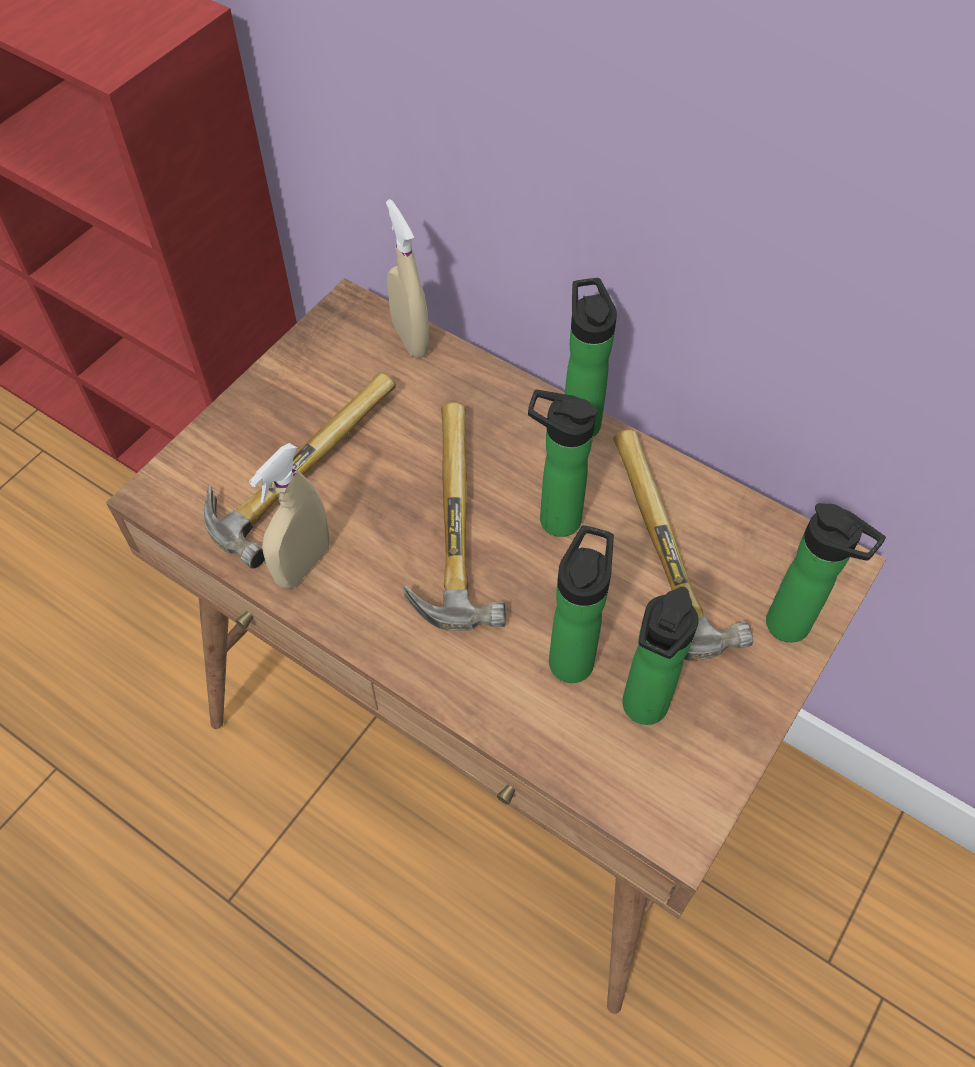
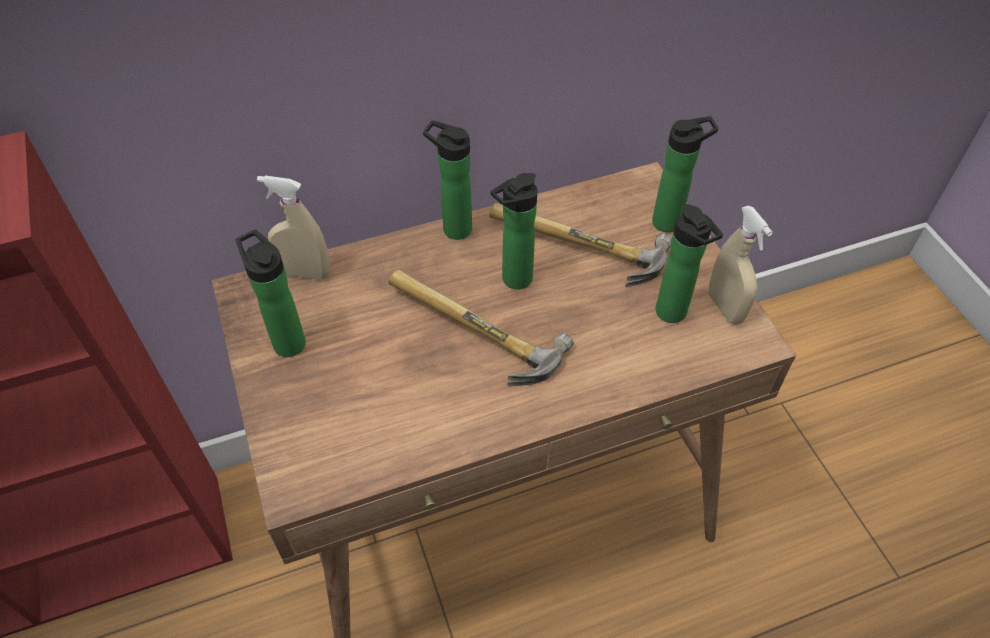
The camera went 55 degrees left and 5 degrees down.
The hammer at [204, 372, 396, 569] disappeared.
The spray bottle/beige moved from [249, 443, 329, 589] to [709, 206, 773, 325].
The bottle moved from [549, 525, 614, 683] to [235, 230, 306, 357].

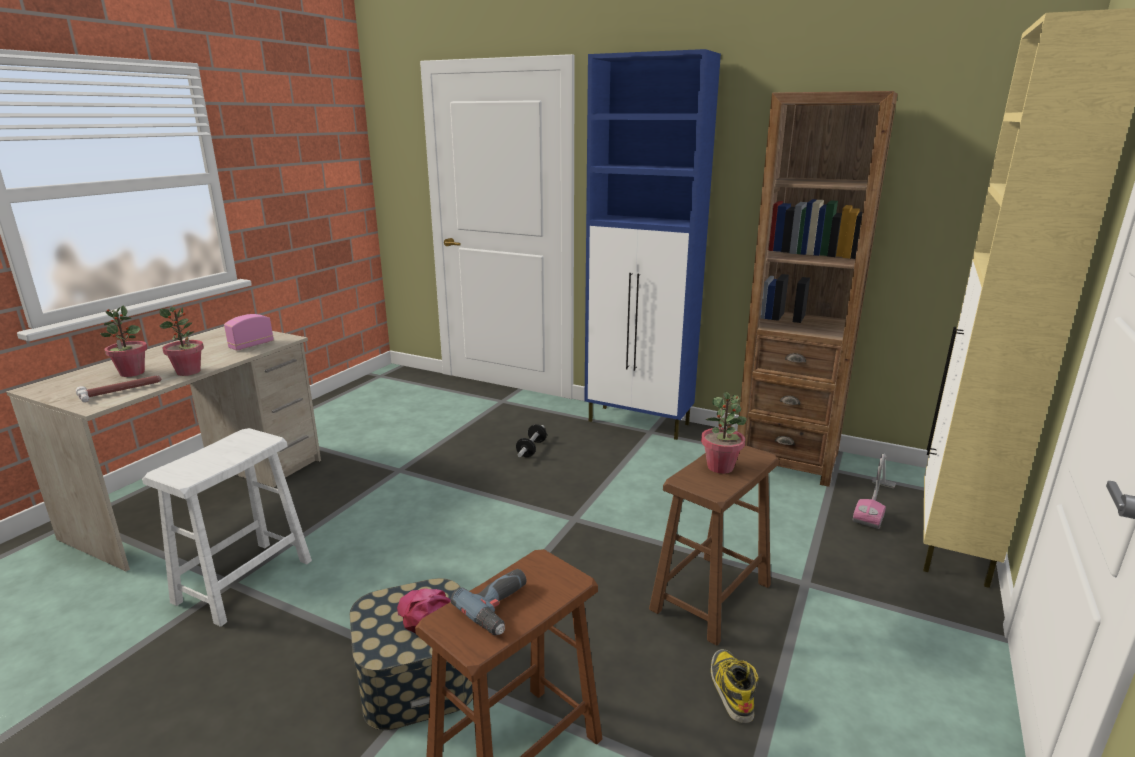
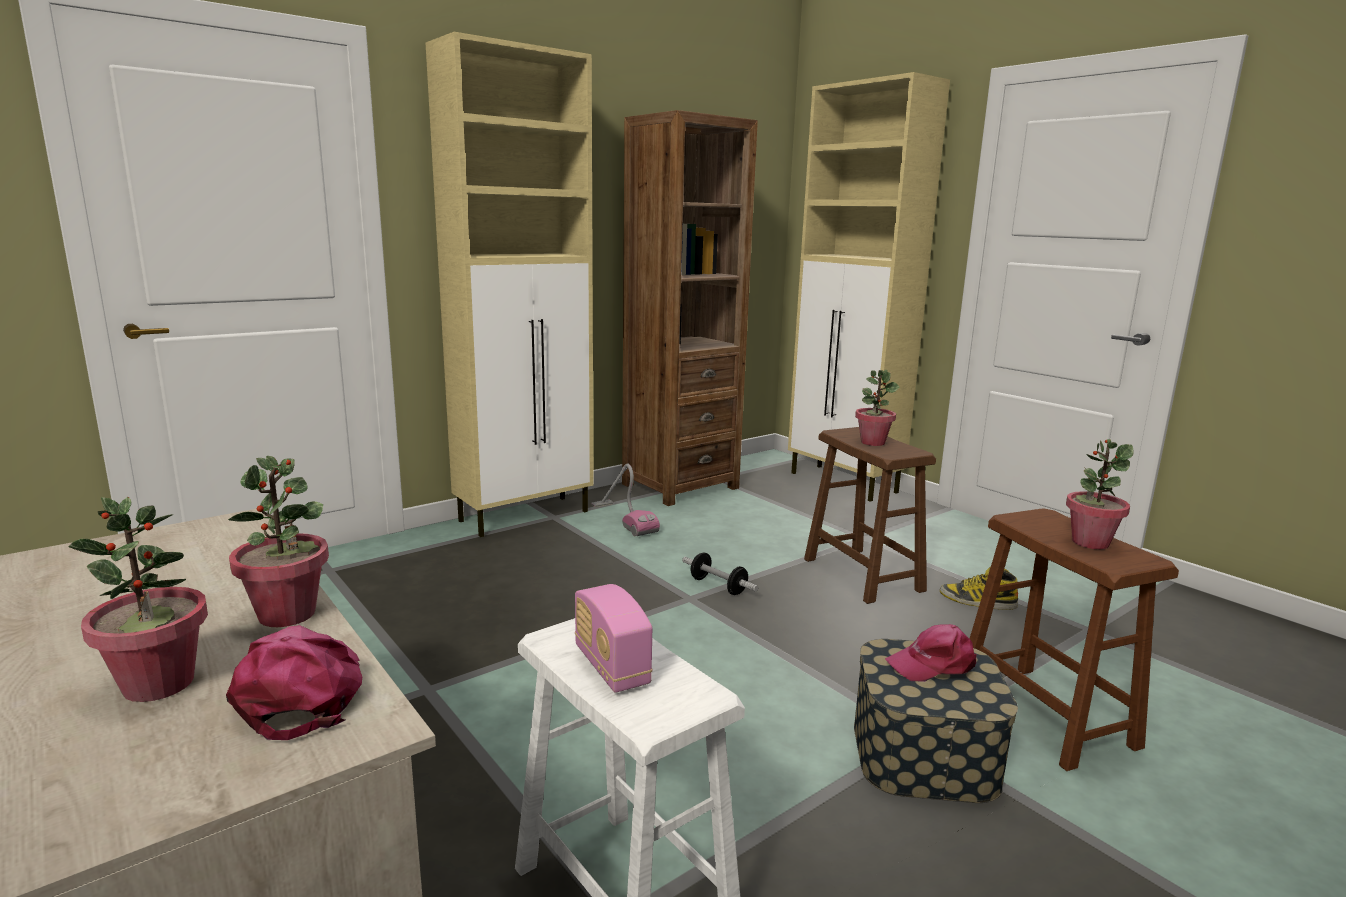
The camera went 65 degrees left and 5 degrees down.
The radio moved from [224, 314, 274, 350] to [575, 584, 652, 693].
The dumbbell moved from [516, 424, 547, 457] to [682, 552, 759, 595].
The vacuum cleaner moved from [853, 453, 896, 529] to [591, 463, 660, 537].
The hammer at [76, 376, 162, 402] was replaced by the cap/pink at [226, 625, 362, 740].
The power drill at [450, 569, 527, 635] was replaced by the potted plant at [1066, 439, 1134, 549].
The cabinet/blue at [584, 49, 721, 440] became the cabinet/beige at [426, 32, 593, 537].

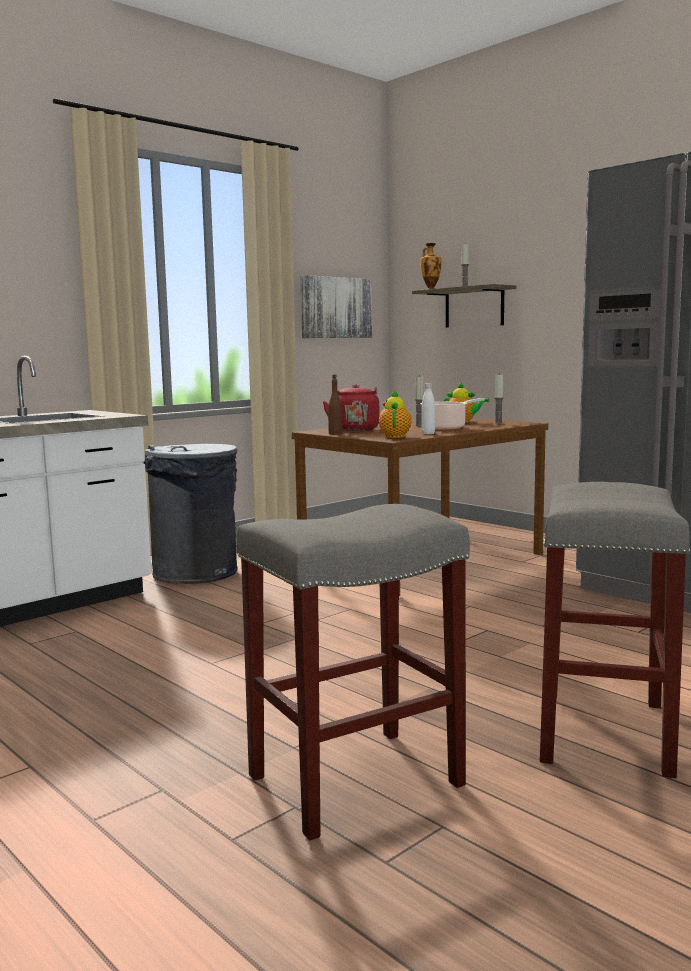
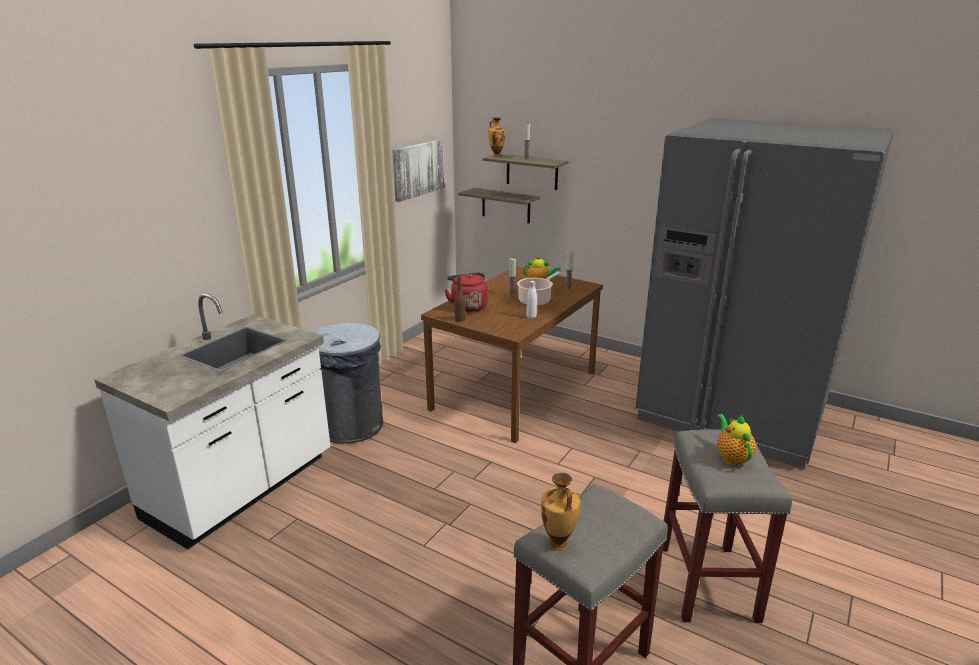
The camera went 15 degrees left and 15 degrees up.
The shelf at [458, 187, 540, 223] appeared.
The vase at [541, 473, 580, 551] appeared.
The teapot moved from [379, 390, 412, 438] to [717, 414, 756, 466].

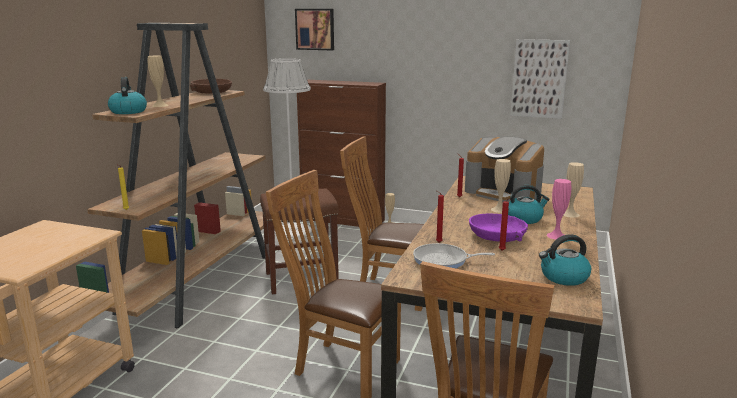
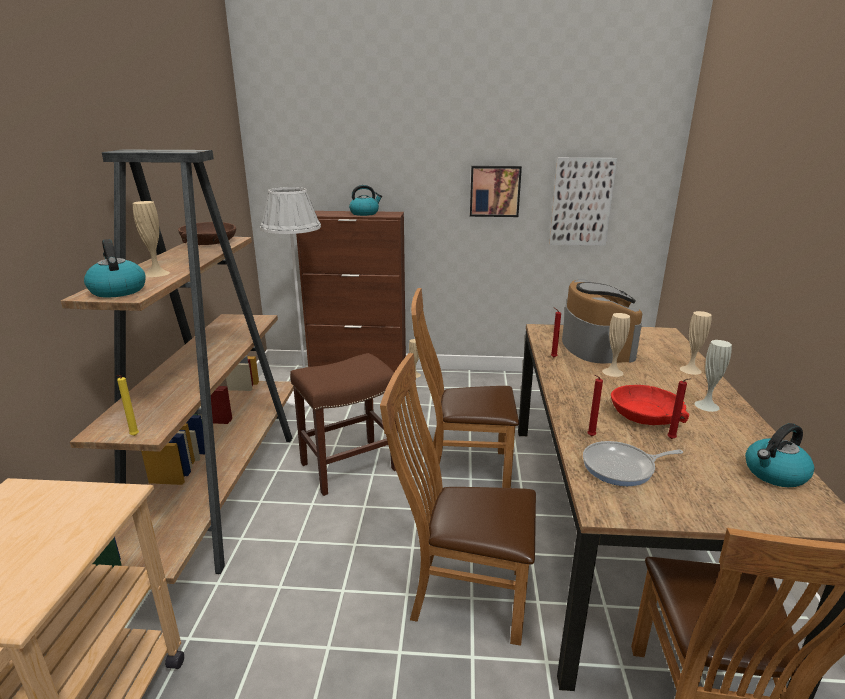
The camera went 15 degrees left and 5 degrees up.
The picture moved from [295, 9, 334, 50] to [470, 166, 522, 217].
The kettle moved from [508, 185, 550, 224] to [349, 185, 382, 216].
The bowl/purple at [469, 213, 528, 242] became the bowl/red at [611, 385, 689, 425].
The vase/pink at [547, 179, 571, 240] became the vase/white at [694, 340, 732, 412].
The coffee machine at [465, 136, 544, 202] turned 120 degrees counterclockwise.

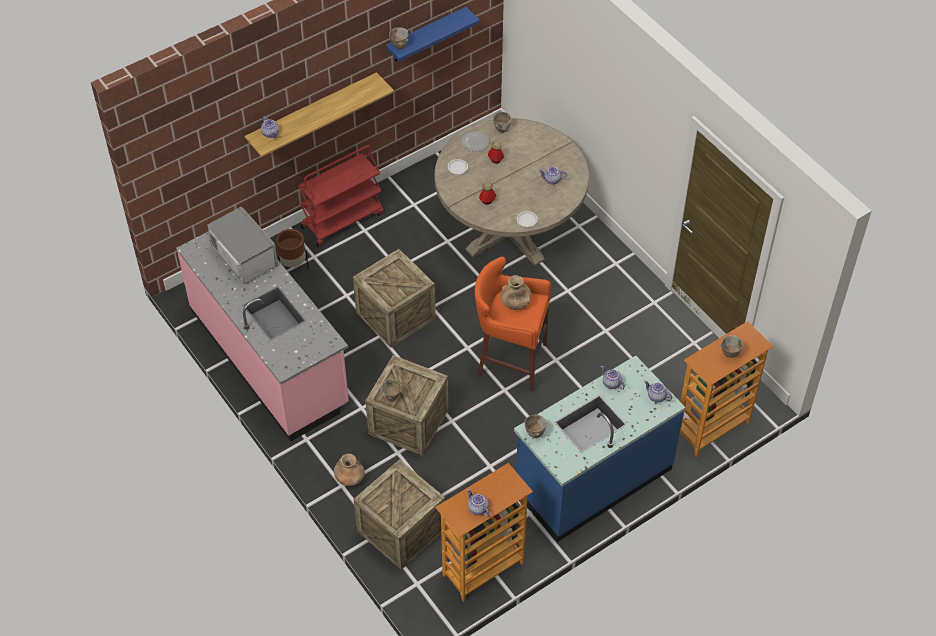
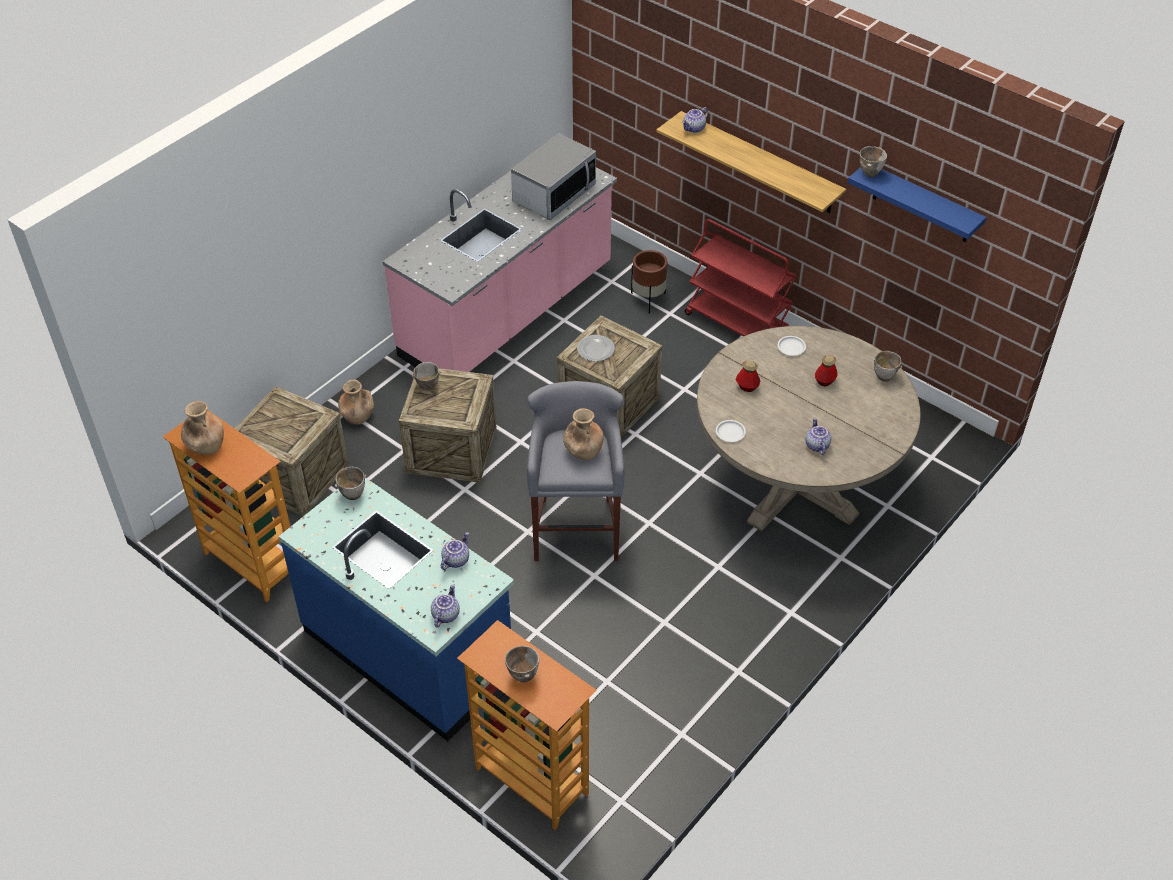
The camera went 75 degrees right and 5 degrees down.
The plate moved from [461, 131, 489, 152] to [577, 335, 615, 361].
The teapot at [467, 489, 490, 517] was replaced by the vase/brown at [181, 401, 224, 455].
The stool/orange at [475, 256, 551, 392] became the stool/grey at [527, 381, 625, 561].

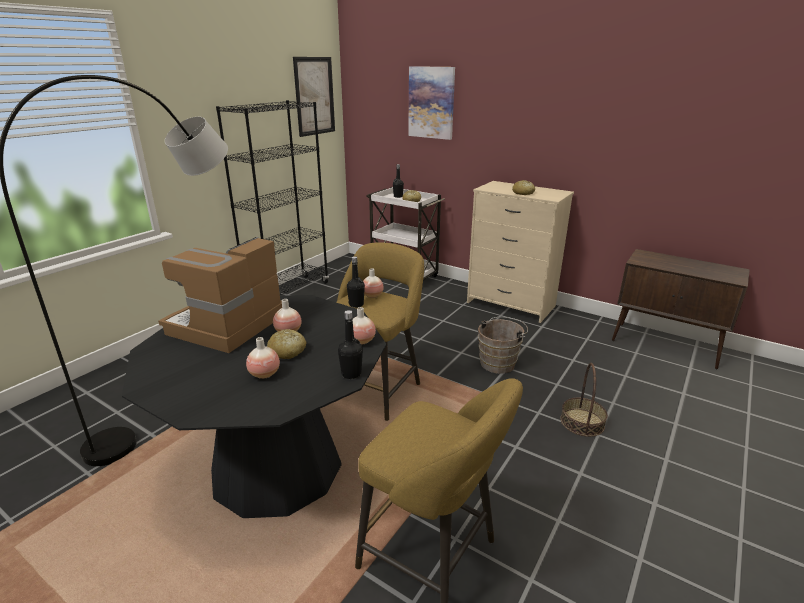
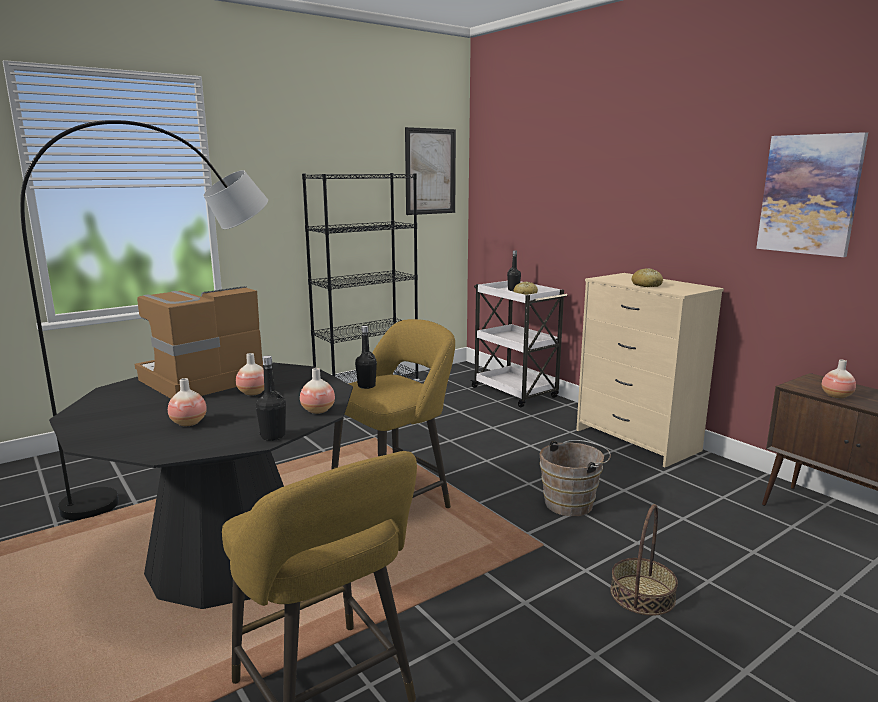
The camera went 20 degrees right and 10 degrees down.
The bread at [267, 329, 306, 359] disappeared.
The vase moved from [363, 268, 384, 298] to [822, 360, 856, 399].
The picture moved from [408, 66, 455, 140] to [756, 132, 868, 257].

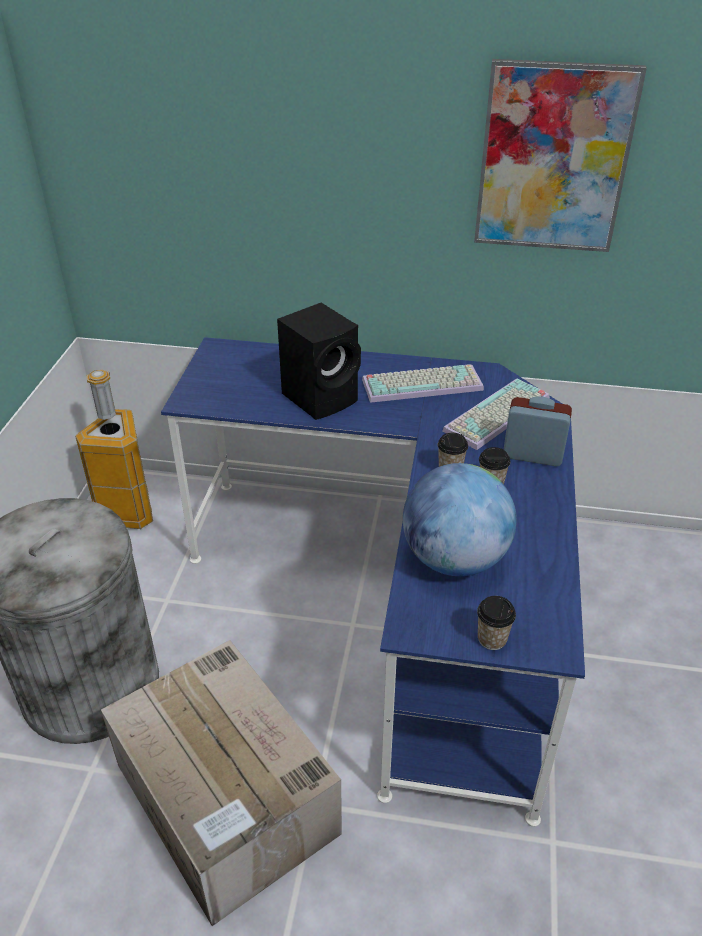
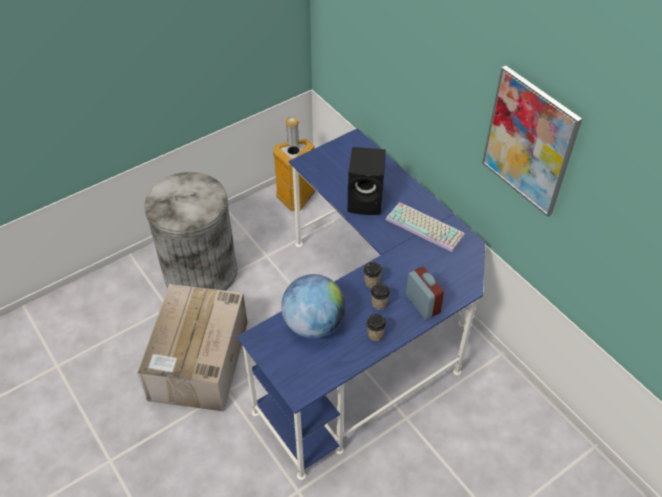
The camera went 45 degrees right and 10 degrees up.
The keyboard at [442, 378, 550, 450] disappeared.
The cup moved from [477, 596, 516, 650] to [366, 314, 386, 341].

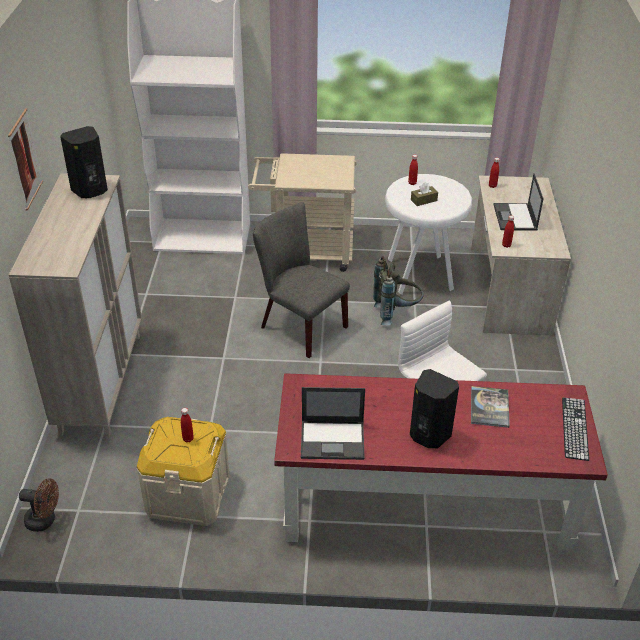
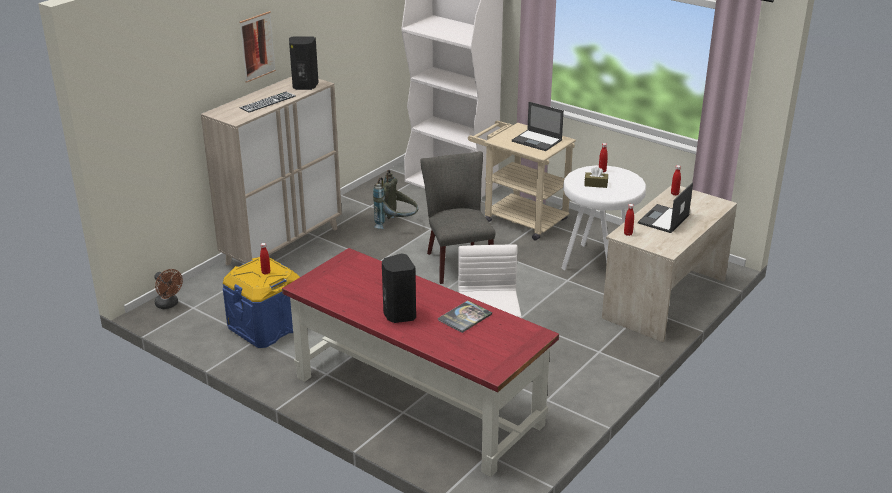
The camera went 35 degrees right and 10 degrees down.
The laptop moved from [301, 387, 365, 460] to [512, 102, 564, 151].
The backpack/grey moved from [373, 256, 424, 325] to [373, 170, 418, 229].
The keyboard moved from [562, 398, 589, 461] to [239, 92, 296, 113].
The storage box/beige at [137, 417, 230, 526] became the storage box/blue at [223, 257, 300, 348].

